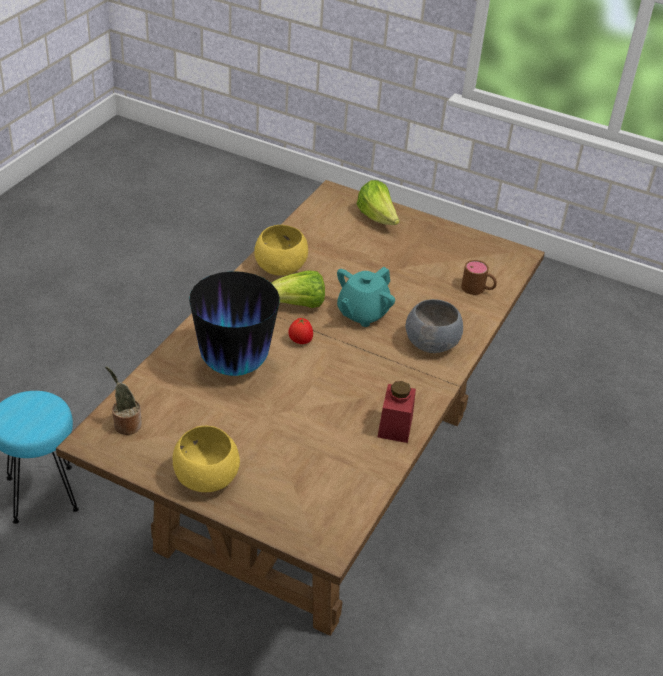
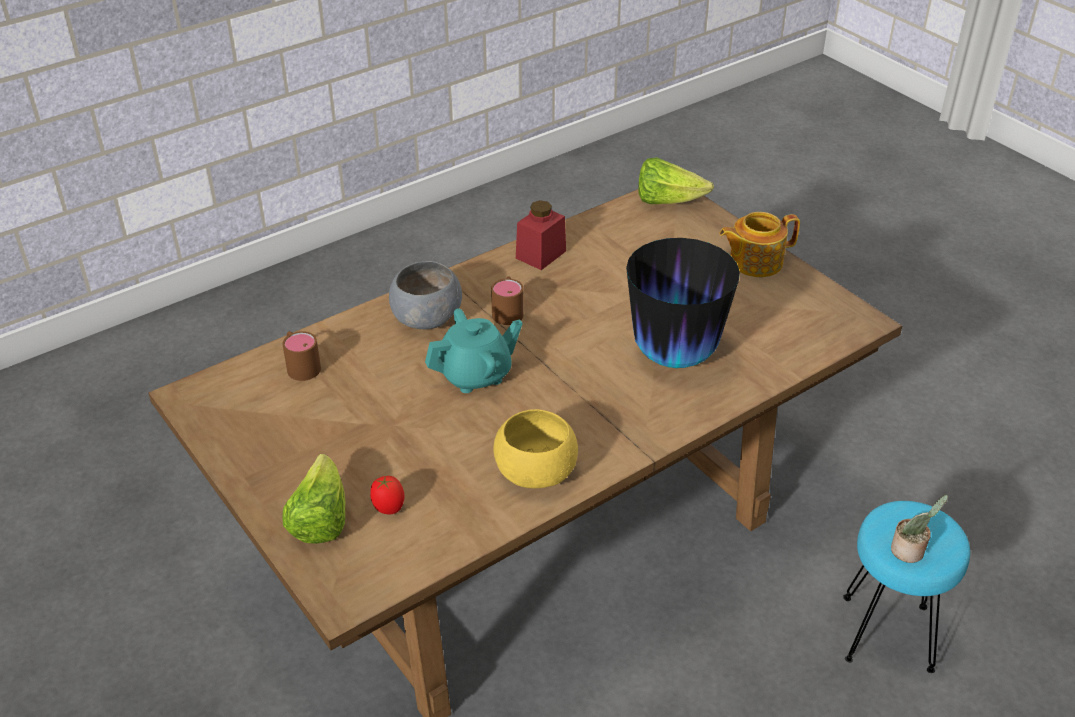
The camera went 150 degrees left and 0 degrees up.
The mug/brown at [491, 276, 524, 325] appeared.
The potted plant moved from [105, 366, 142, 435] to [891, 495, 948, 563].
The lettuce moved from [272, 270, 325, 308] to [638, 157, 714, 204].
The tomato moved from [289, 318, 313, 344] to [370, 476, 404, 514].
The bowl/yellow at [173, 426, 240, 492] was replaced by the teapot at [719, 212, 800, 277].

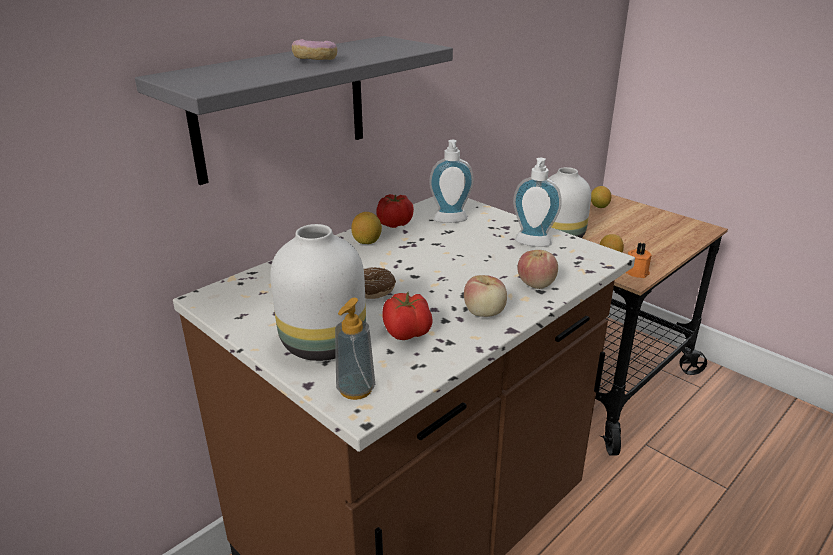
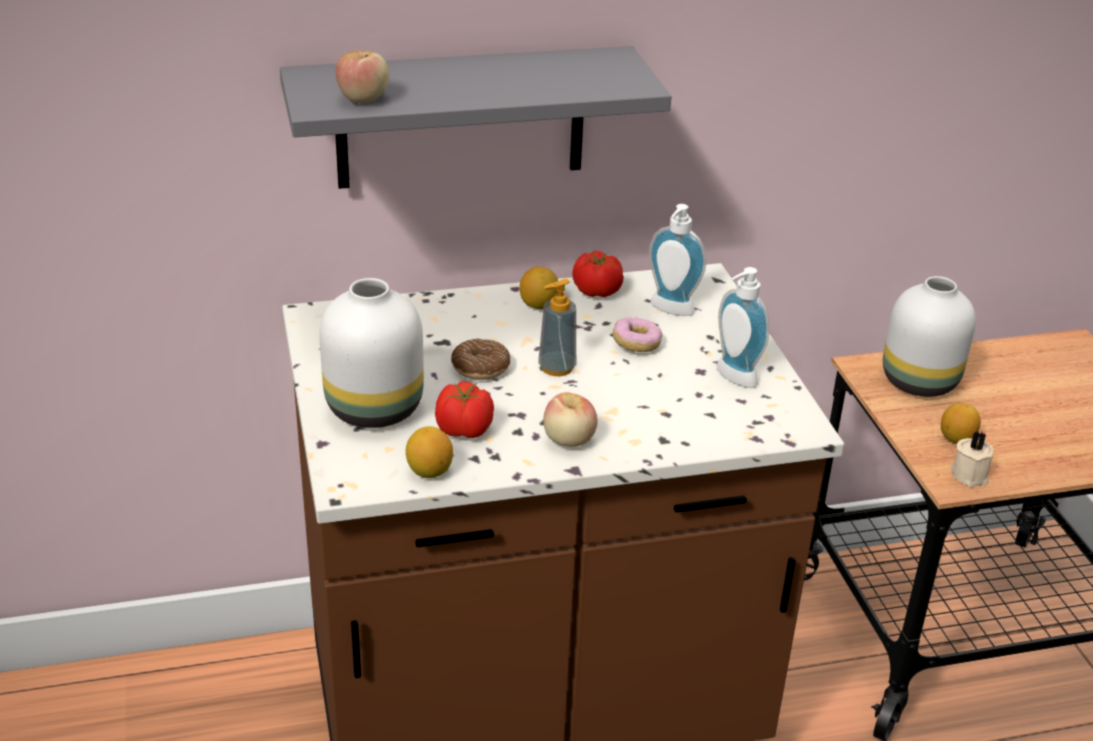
The camera went 30 degrees right and 5 degrees up.
The donut moved from [292, 39, 337, 60] to [613, 317, 662, 352].
The soap dispenser moved from [335, 298, 375, 400] to [539, 279, 576, 376].
The apple moved from [517, 250, 558, 289] to [336, 51, 389, 103].
The lemon moved from [591, 186, 611, 208] to [406, 426, 453, 478].
The candle/orange at [626, 243, 652, 278] became the candle/beige at [951, 431, 993, 487].

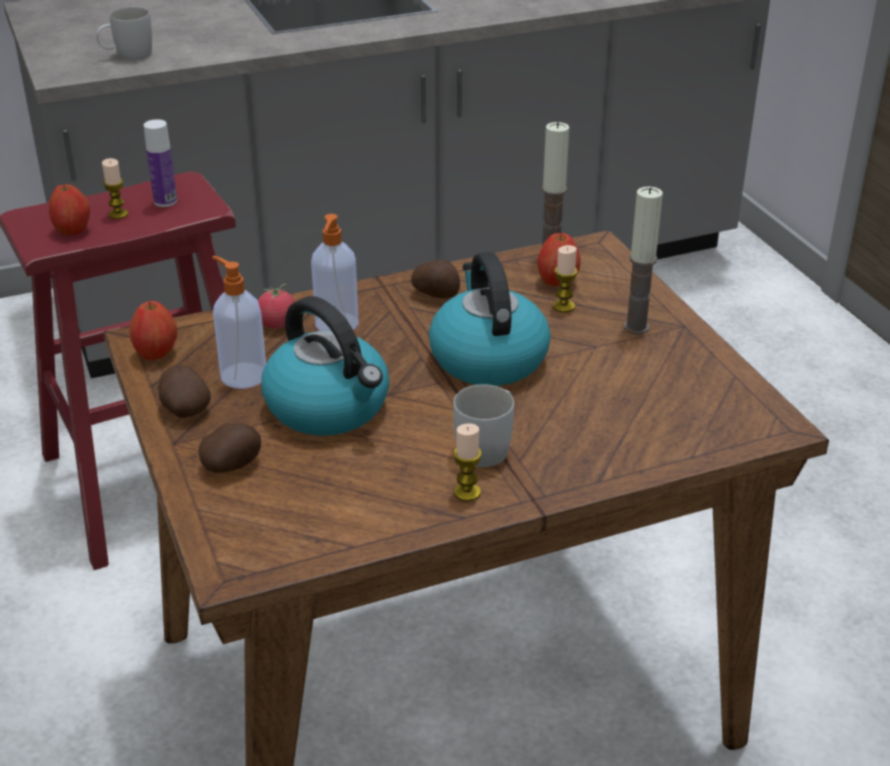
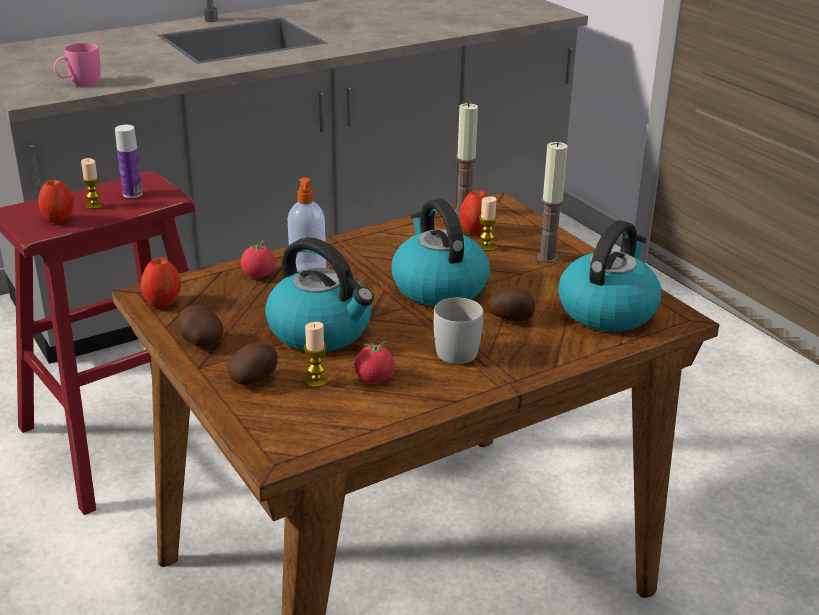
The camera went 10 degrees left and 5 degrees down.
The soap dispenser at [212, 256, 266, 389] disappeared.
The tomato at [354, 341, 395, 383] appeared.
The kettle at [558, 220, 661, 332] appeared.
The potato moved from [411, 260, 460, 298] to [488, 286, 535, 321].
The candle moved from [454, 423, 482, 502] to [304, 322, 327, 388].
The mug/white at [96, 7, 152, 60] became the mug/pink at [54, 43, 100, 86].

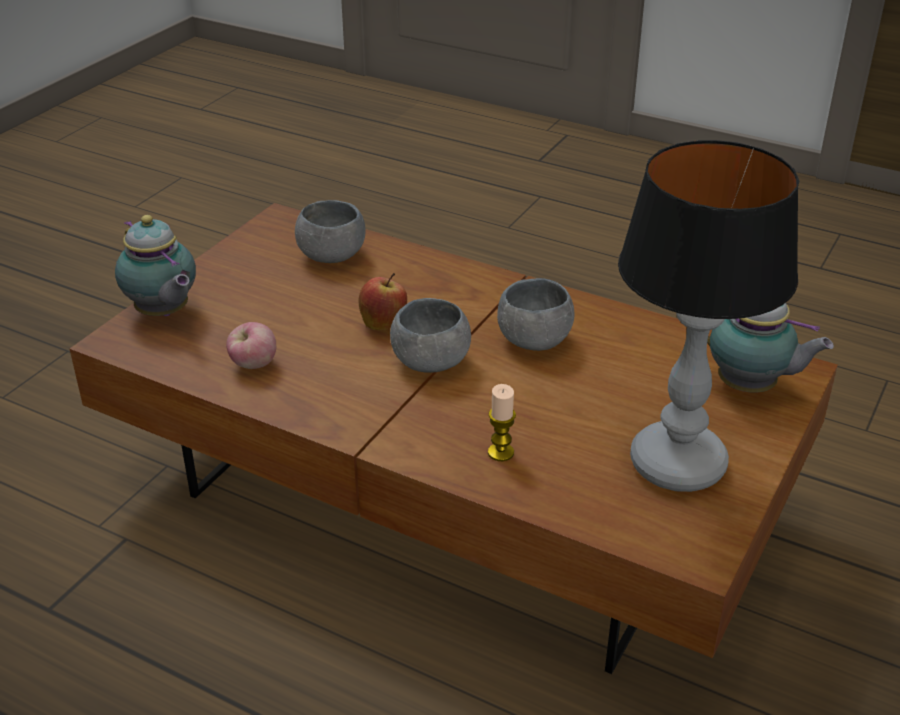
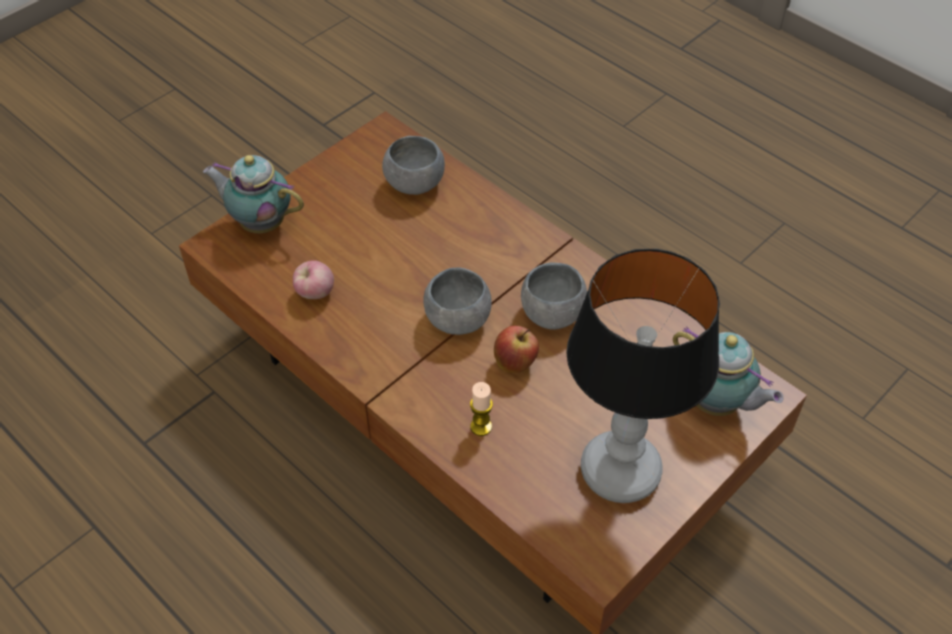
The camera went 15 degrees right and 15 degrees up.
The apple moved from [359, 273, 407, 330] to [494, 326, 539, 373].
The teapot at [115, 215, 196, 316] turned 135 degrees clockwise.

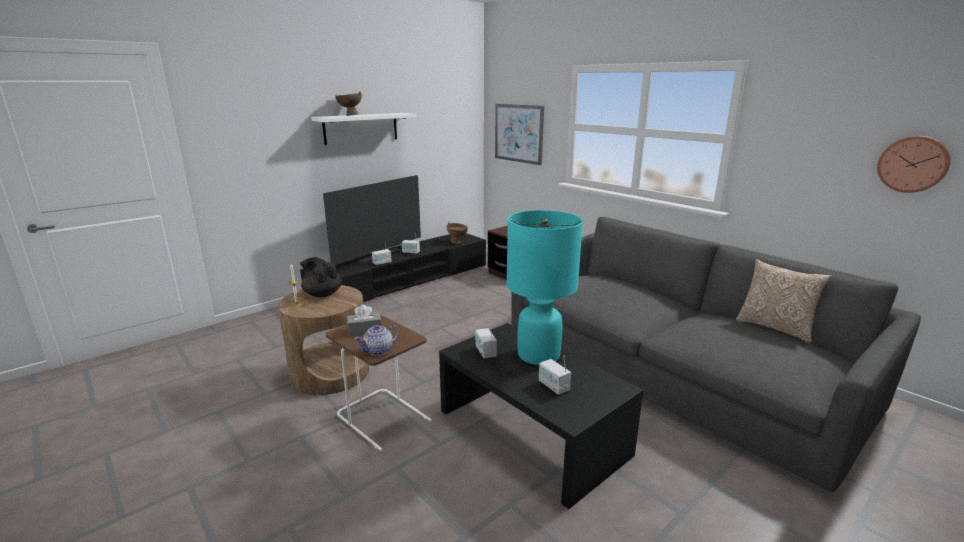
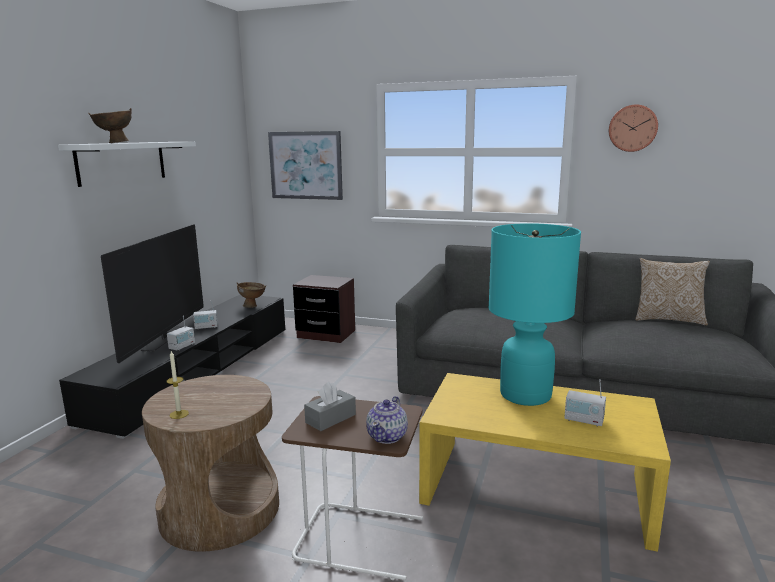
The camera went 30 degrees left and 5 degrees down.
The teapot/black at [300, 257, 342, 297] disappeared.
The radio at [475, 324, 497, 358] disappeared.
The wall clock moved from [877, 136, 951, 193] to [609, 105, 658, 152].
The coffee table/black at [439, 323, 643, 509] became the coffee table/yellow at [419, 373, 671, 552].

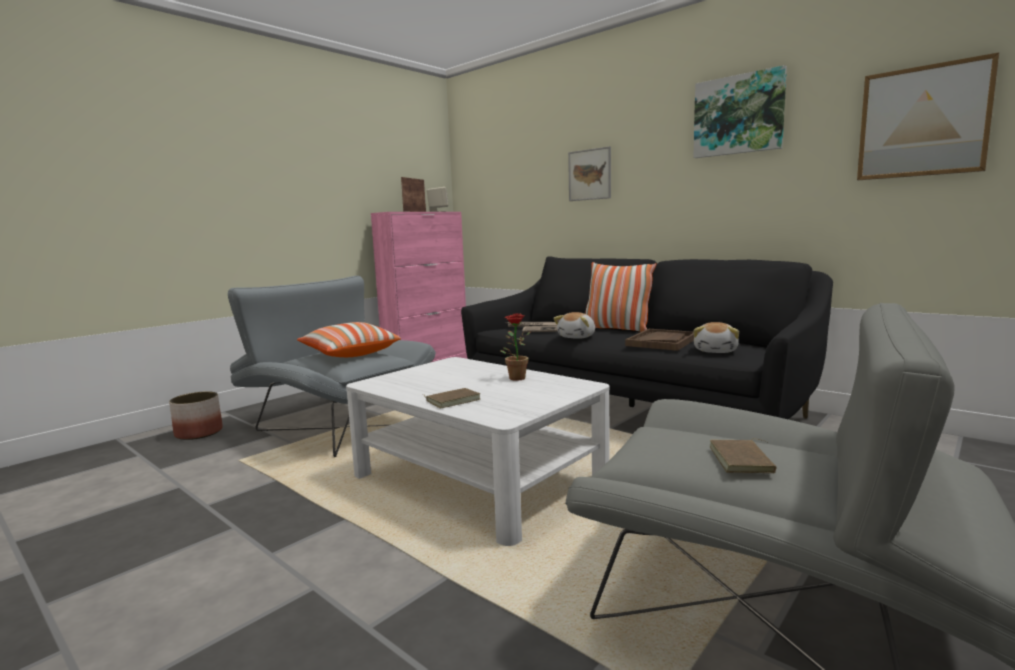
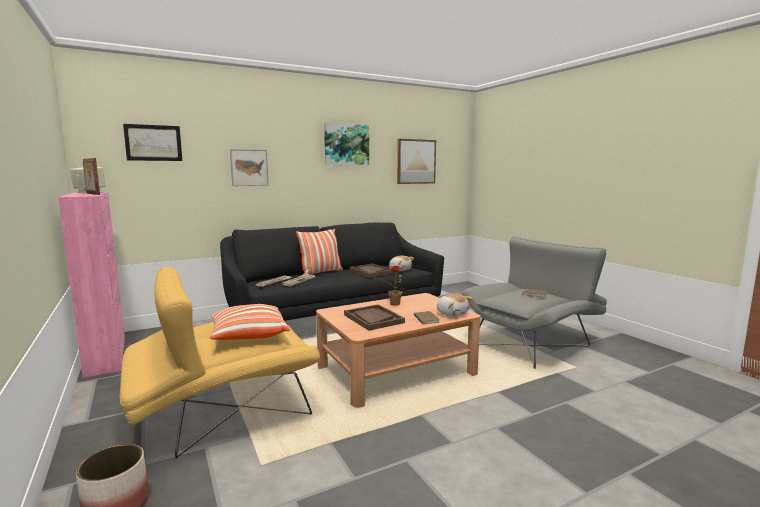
The camera went 70 degrees left and 0 degrees up.
The picture at [123, 124, 182, 161] appeared.
The tray/brown at [344, 304, 405, 331] appeared.
The plush toy moved from [553, 312, 595, 339] to [437, 294, 473, 317].
The armchair/grey at [228, 276, 436, 457] became the armchair/yellow at [120, 267, 320, 458].
The coffee table/white at [346, 357, 610, 546] became the coffee table/brown at [316, 293, 480, 408].

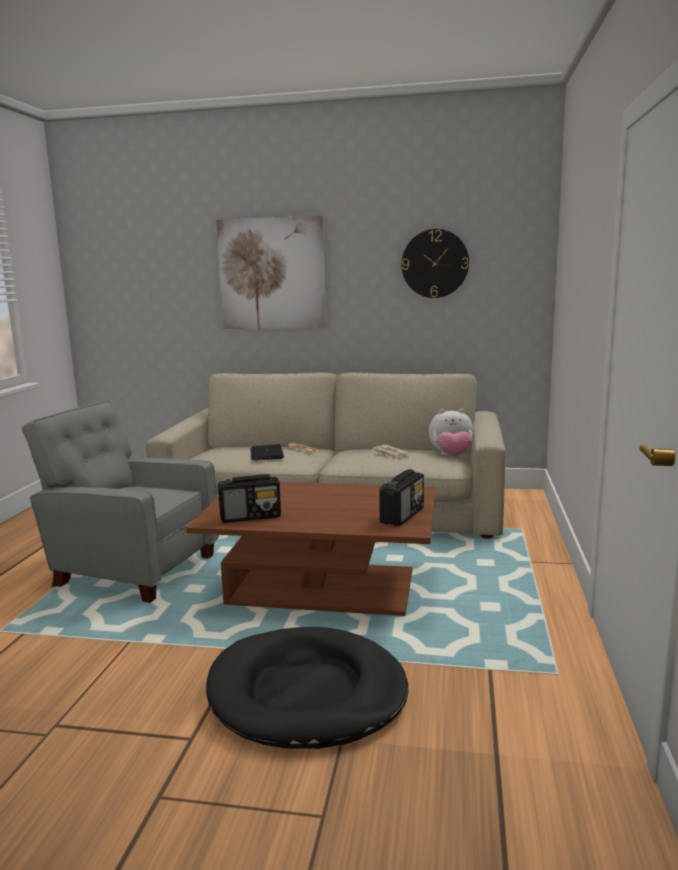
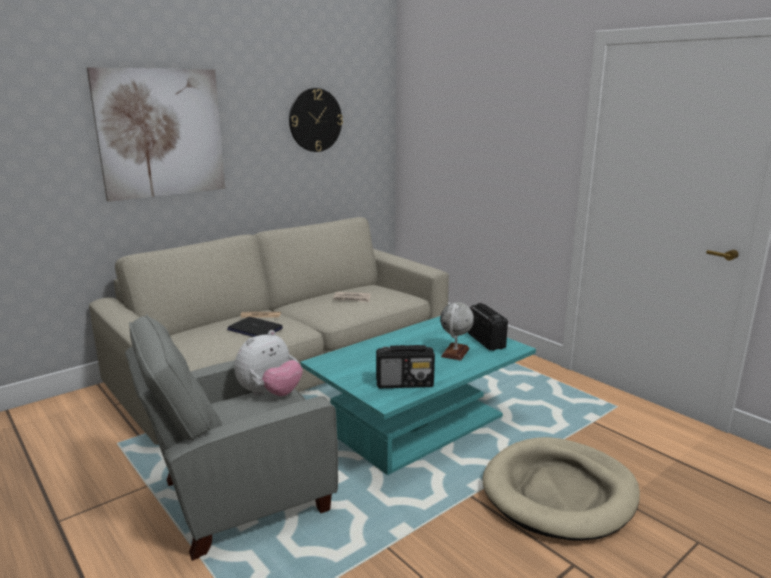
The camera went 50 degrees left and 5 degrees up.
The globe at [440, 302, 474, 361] appeared.
The plush toy moved from [429, 409, 473, 456] to [235, 330, 303, 396].
The coffee table/brown at [186, 482, 436, 616] became the coffee table/turquoise at [300, 316, 536, 475].
The dog bed/black at [206, 627, 408, 749] became the dog bed/beige at [483, 437, 640, 540].
The radio at [218, 474, 281, 523] turned 60 degrees clockwise.

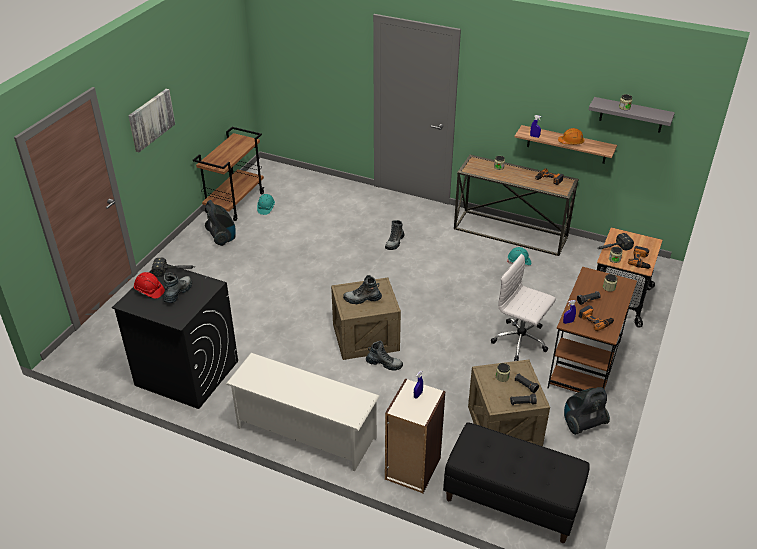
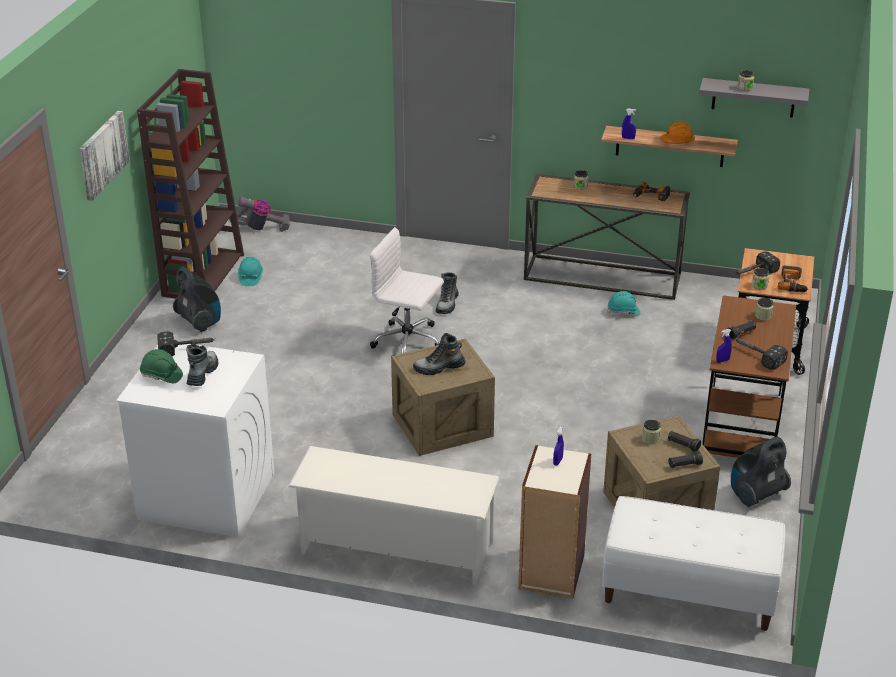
The camera went 10 degrees left and 5 degrees down.
The boot at [366, 341, 403, 371] disappeared.
The vacuum cleaner at [229, 196, 290, 232] appeared.
The office chair/white moved from [491, 254, 556, 361] to [370, 227, 444, 353].
The cart/brown at [193, 127, 264, 221] was replaced by the bookcase/brown at [137, 69, 244, 298].
The power drill at [578, 305, 614, 331] was replaced by the hammer at [734, 338, 788, 370].
The washing machine/black at [112, 264, 238, 409] became the washing machine/white at [116, 344, 274, 538].
The hard hat/red at [134, 272, 165, 299] became the hard hat/green at [140, 349, 183, 384].
The bench/black at [443, 422, 590, 543] became the bench/white at [602, 496, 785, 631].

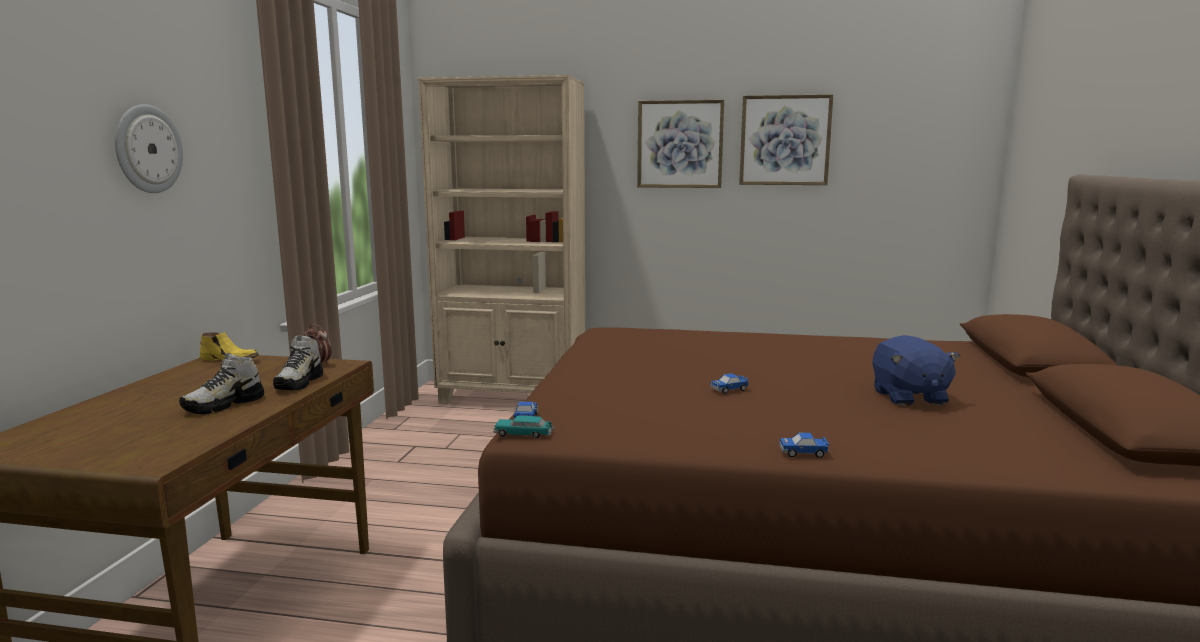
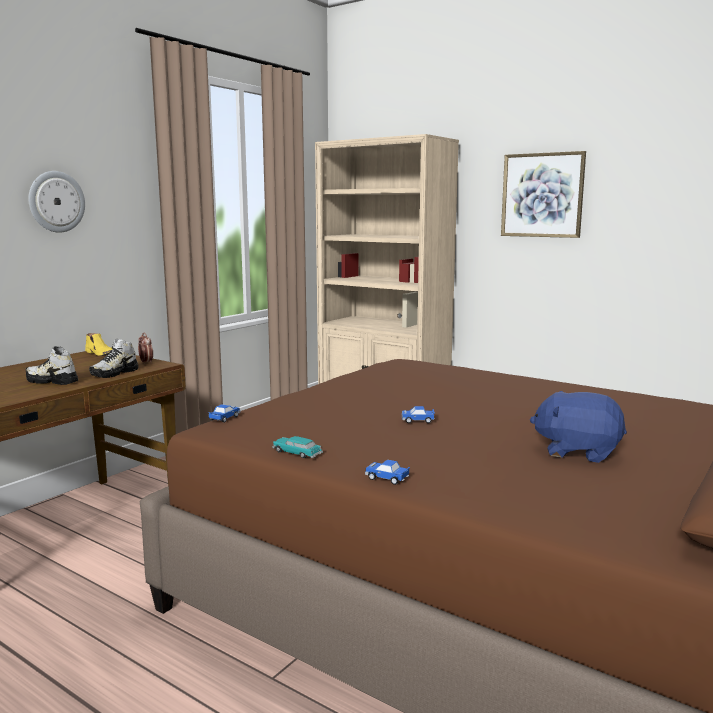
The camera went 25 degrees right and 0 degrees up.
The picture at [739, 94, 833, 185] disappeared.
The toy car moved from [493, 416, 554, 438] to [272, 436, 323, 458].
The shoe at [179, 353, 264, 414] turned 45 degrees clockwise.
The plush toy/blue at [872, 335, 960, 406] turned 90 degrees clockwise.

